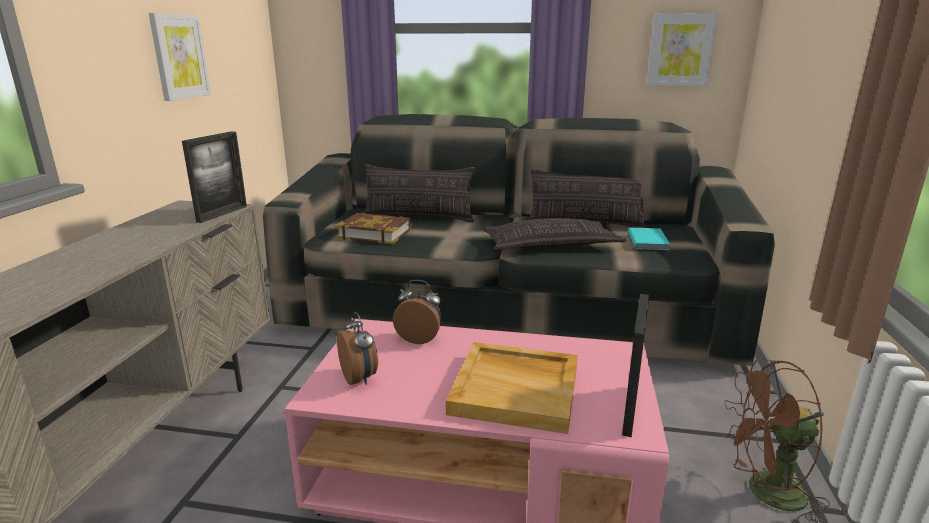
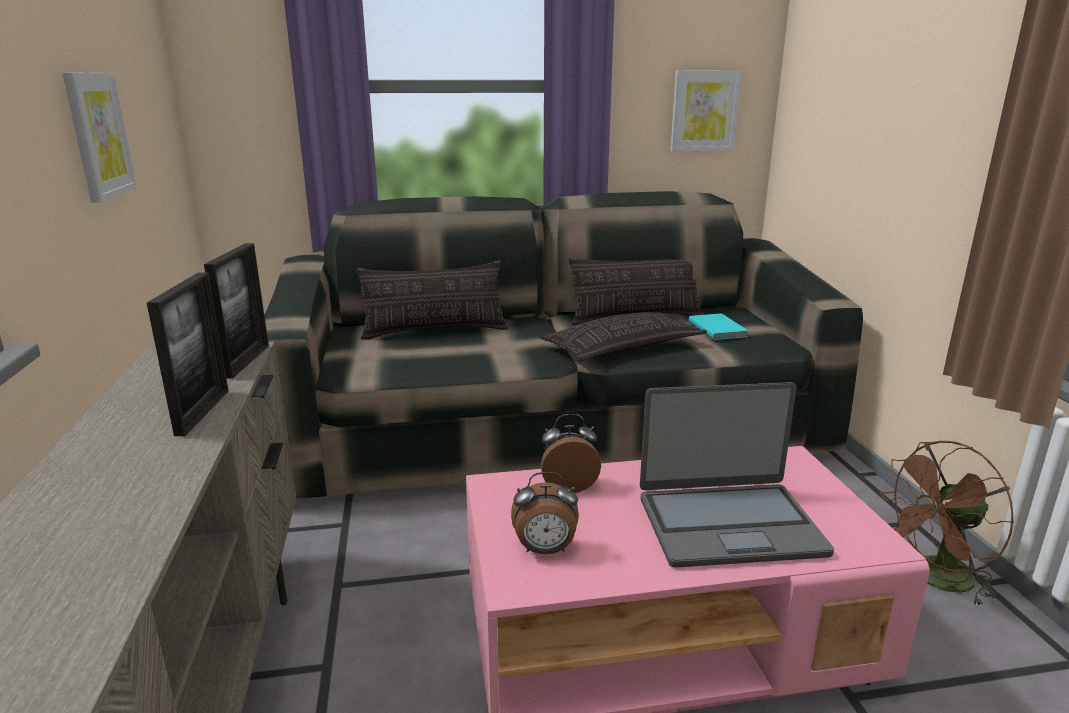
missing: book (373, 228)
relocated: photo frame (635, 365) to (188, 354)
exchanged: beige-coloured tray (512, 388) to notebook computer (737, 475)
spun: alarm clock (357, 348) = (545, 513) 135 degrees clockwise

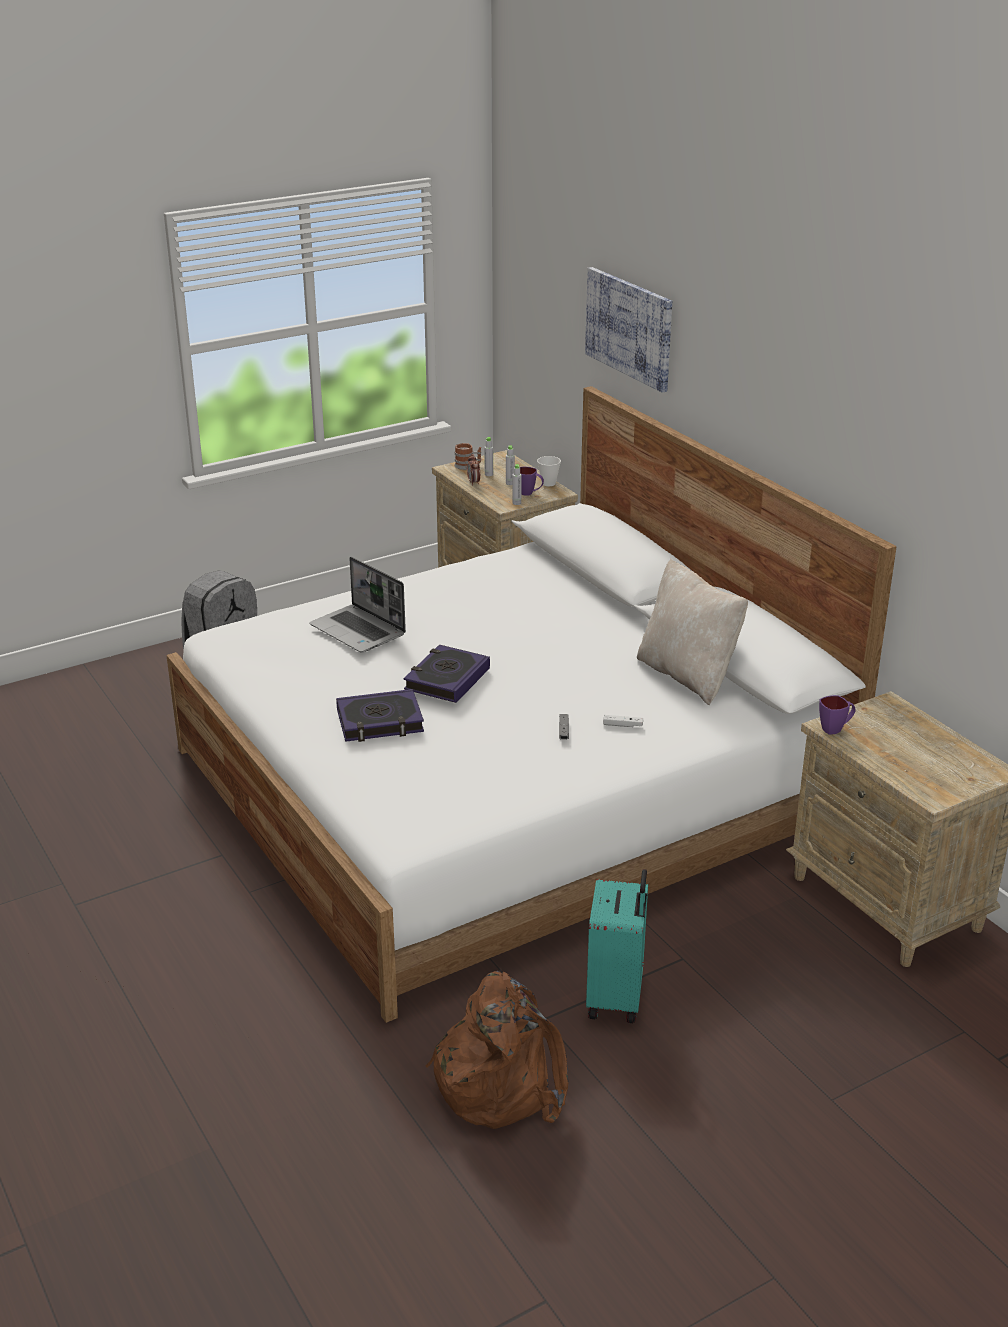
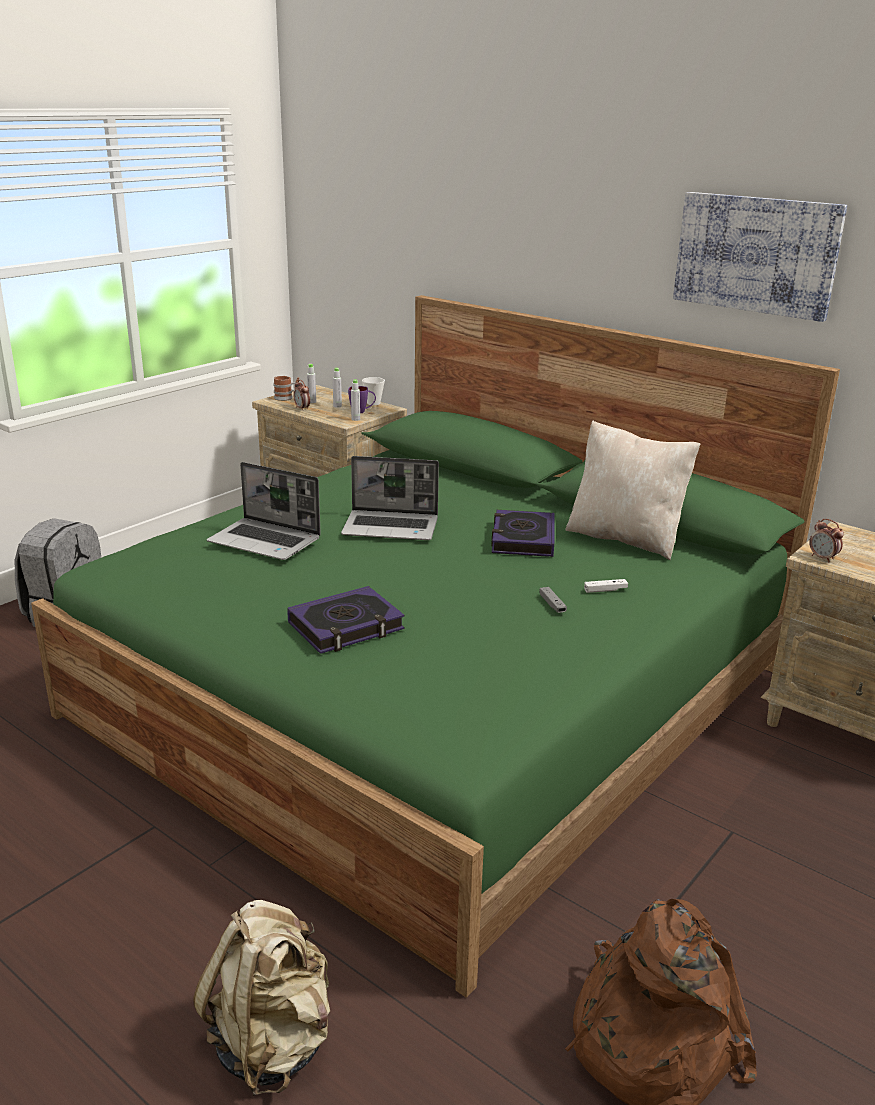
missing: turquoise-coloured travel case (617, 946)
appeared: beige-coloured knapsack (261, 998); notebook computer (390, 498)
relocated: book (447, 674) to (523, 533); wall art (628, 330) to (760, 257)
exchanged: purplish coffee mug (837, 715) to alarm clock (826, 540)
colour: white sleeping bed (531, 704) to green-coloured sleeping bed (435, 646)

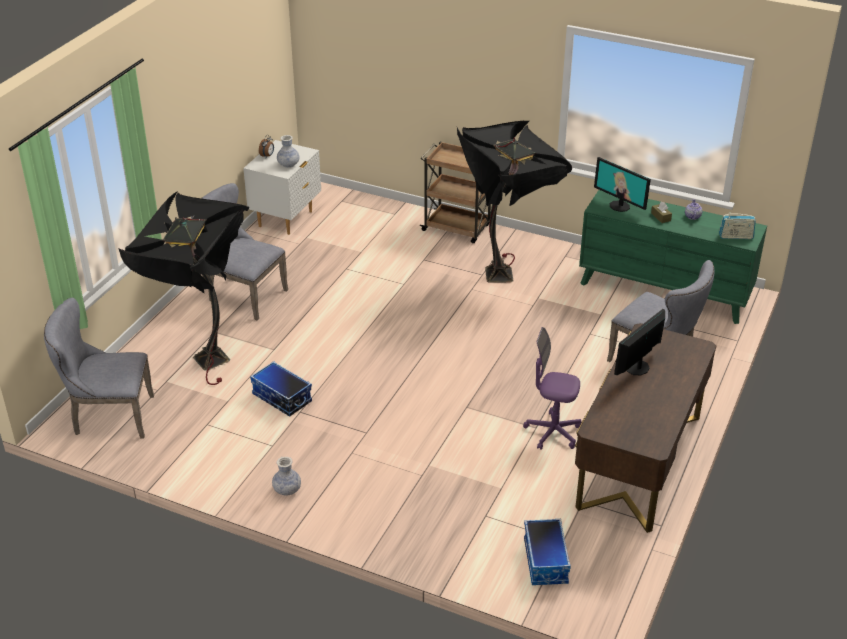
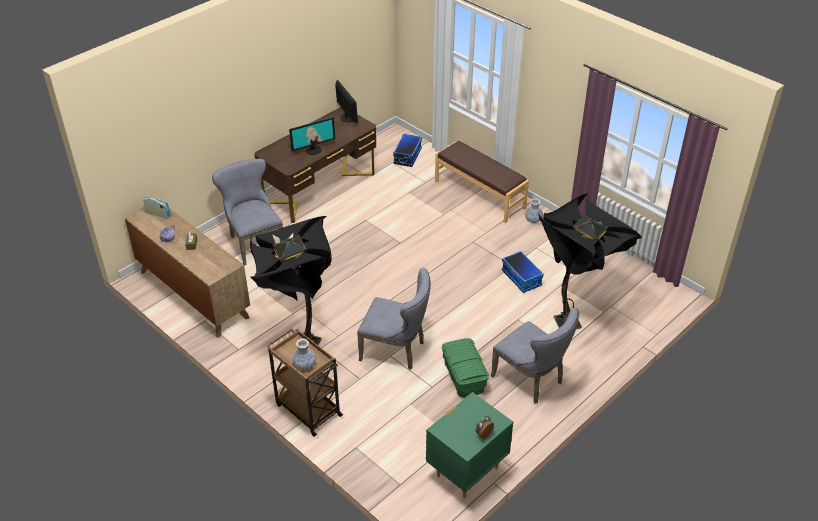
missing: purplish desk chair (552, 388)
appeared: brown bench (482, 182); green-coloured storage container (465, 367)
relocated: decorative vase (288, 151) to (304, 354); monitor (622, 184) to (346, 101); grey chair (99, 368) to (394, 319)
colour: green-coloured drawer chest (673, 257) to brown drawer chest (187, 273); white nightstand (282, 187) to green-coloured nightstand (469, 445)

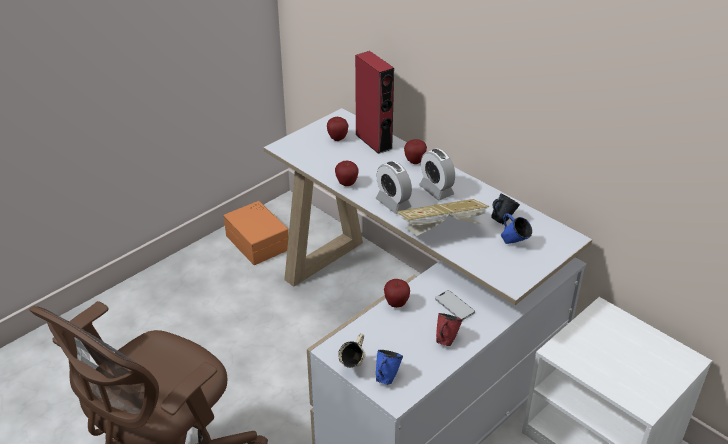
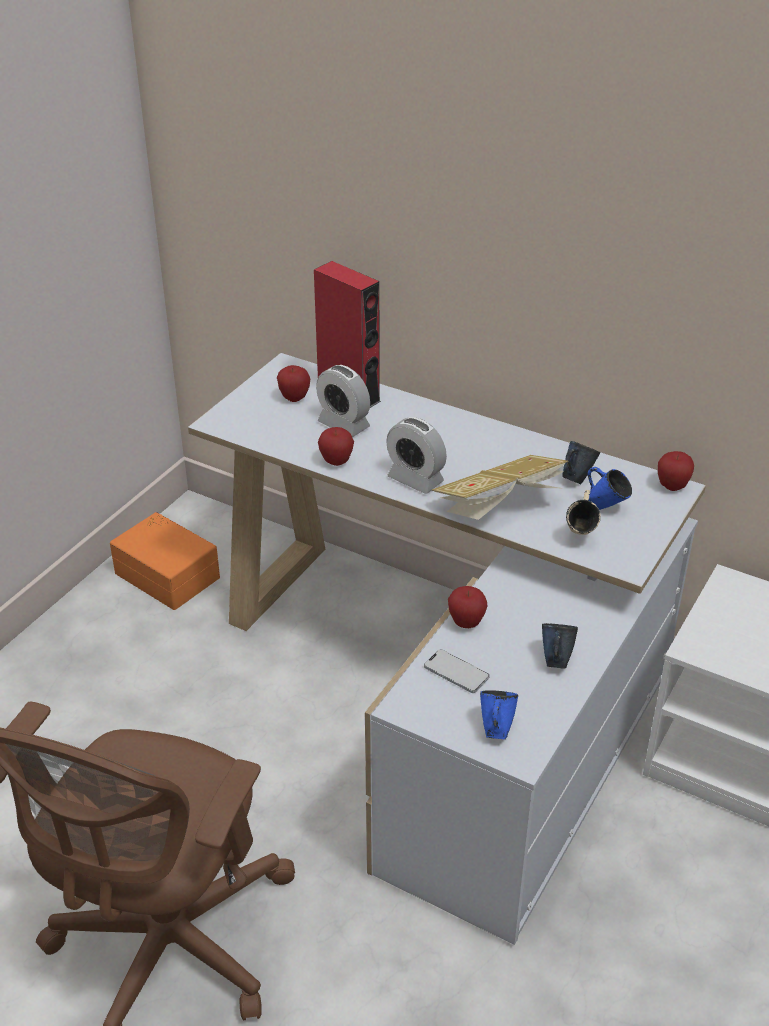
relocated: alarm clock (437, 174) to (343, 401); phone (455, 305) to (457, 671); beige-coloured coffee mug (352, 351) to (583, 512); apple (415, 151) to (676, 471)
colour: reddish coffee mug (449, 329) to bluish coffee mug (560, 646)

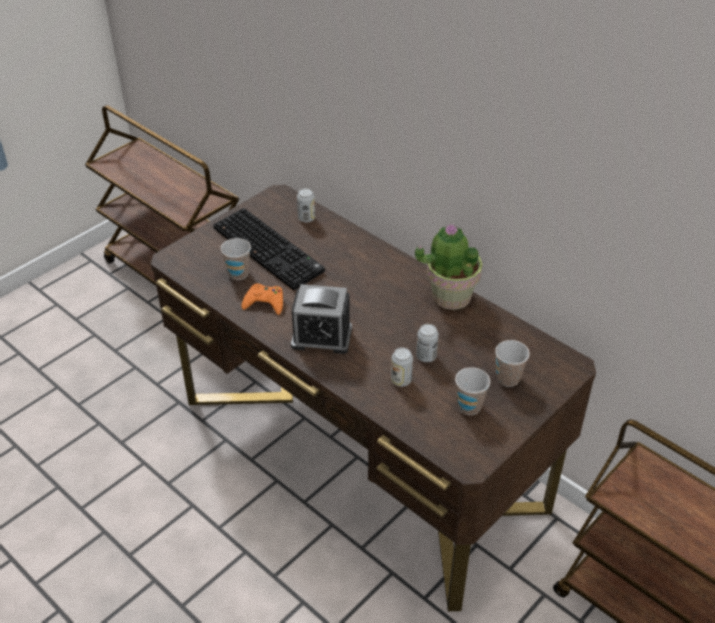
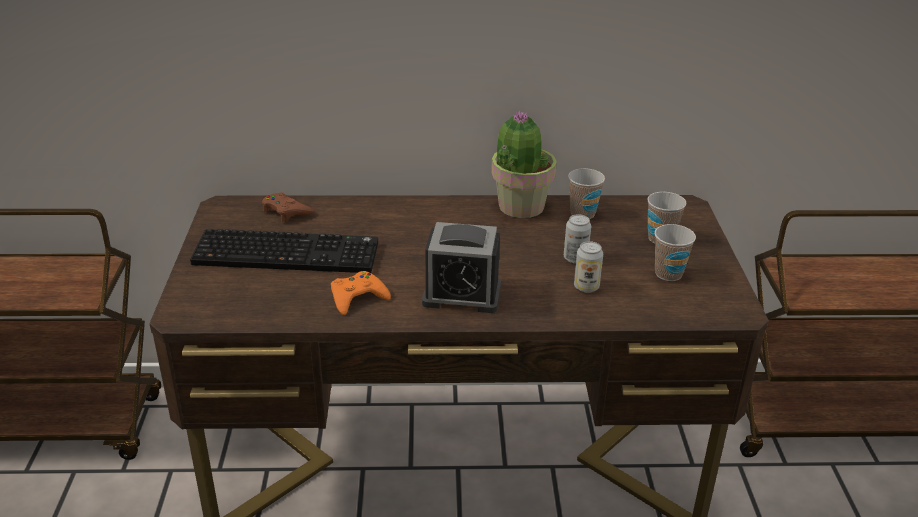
relocated: small cup (236, 259) to (586, 193)
exchanged: metal can (306, 205) to brown gamepad (288, 207)
spun: alarm clock (321, 319) = (461, 267) 45 degrees clockwise

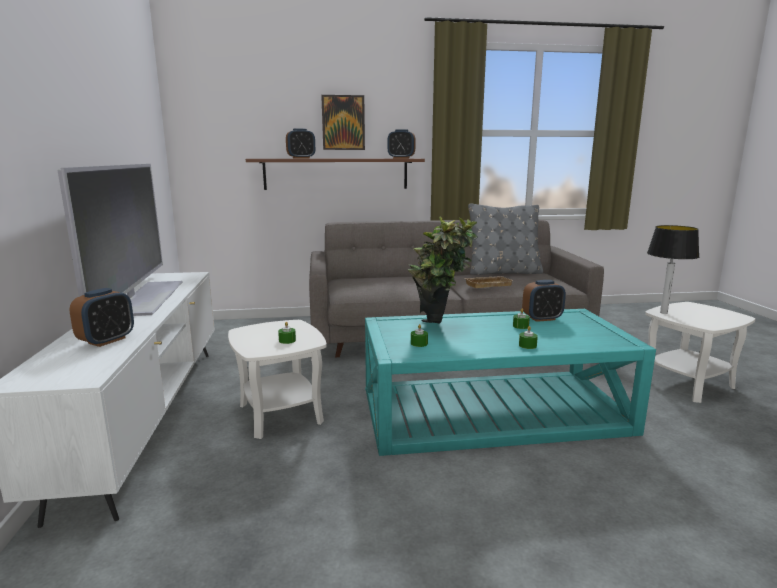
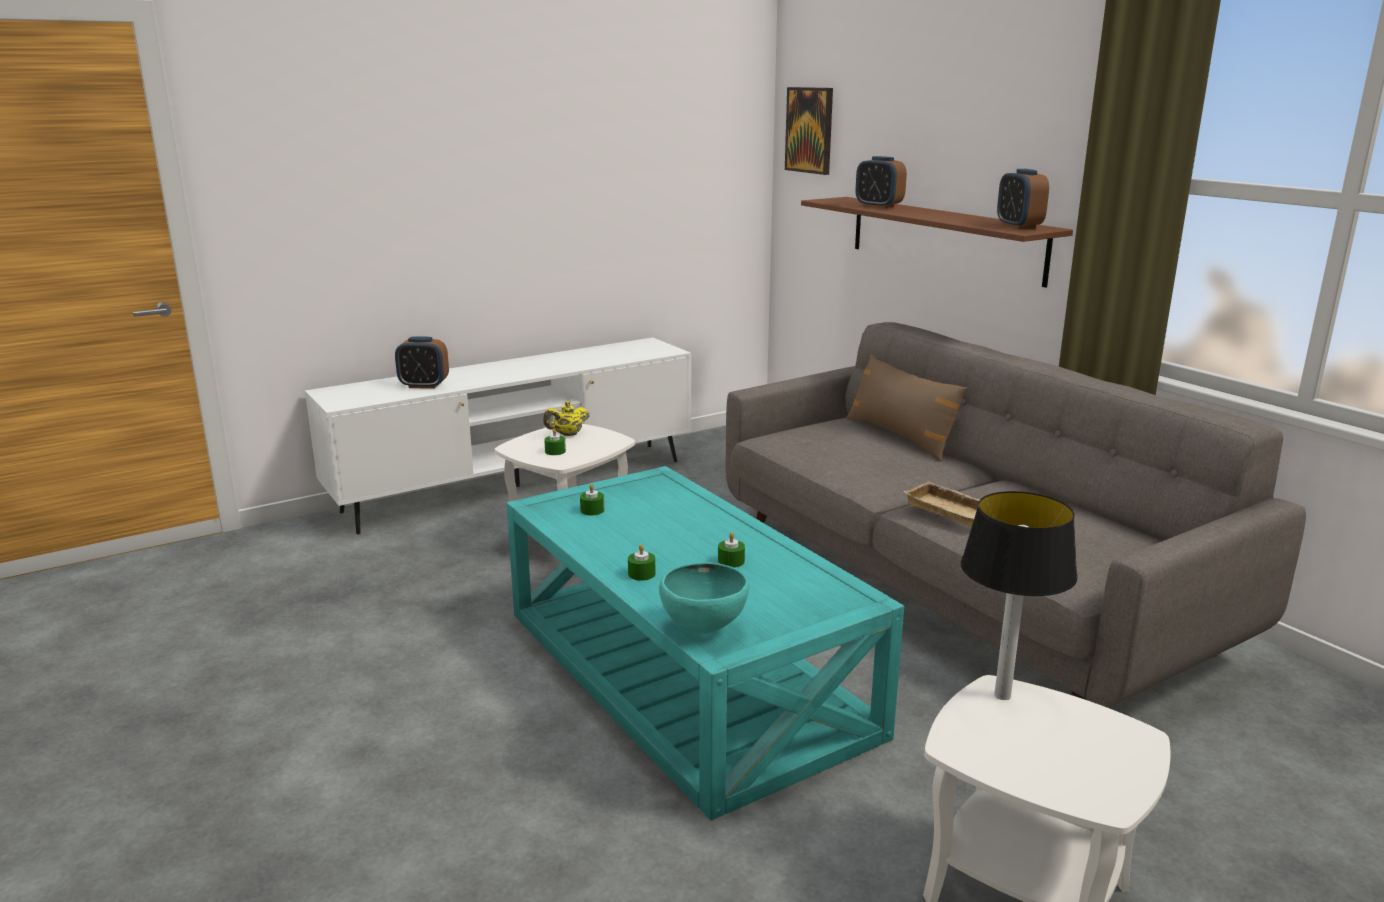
missing: television (120, 240); potted plant (443, 270); grey throw pillow (505, 239); alarm clock (544, 301)
appeared: yellow-coloured pot for tea (566, 418); turquoise-coloured serving bowl (704, 598); brown throw pillow (907, 408)
relocated: wall art (343, 122) to (809, 131)

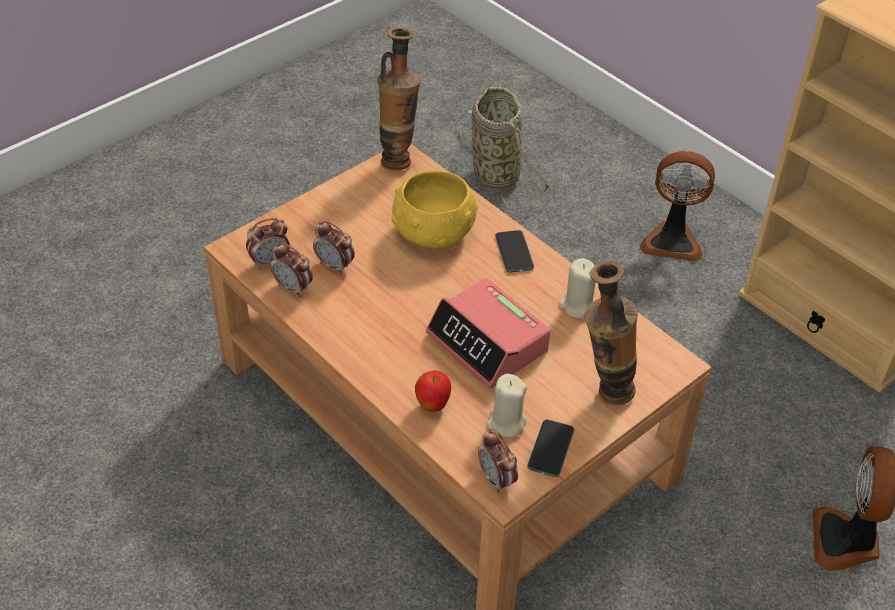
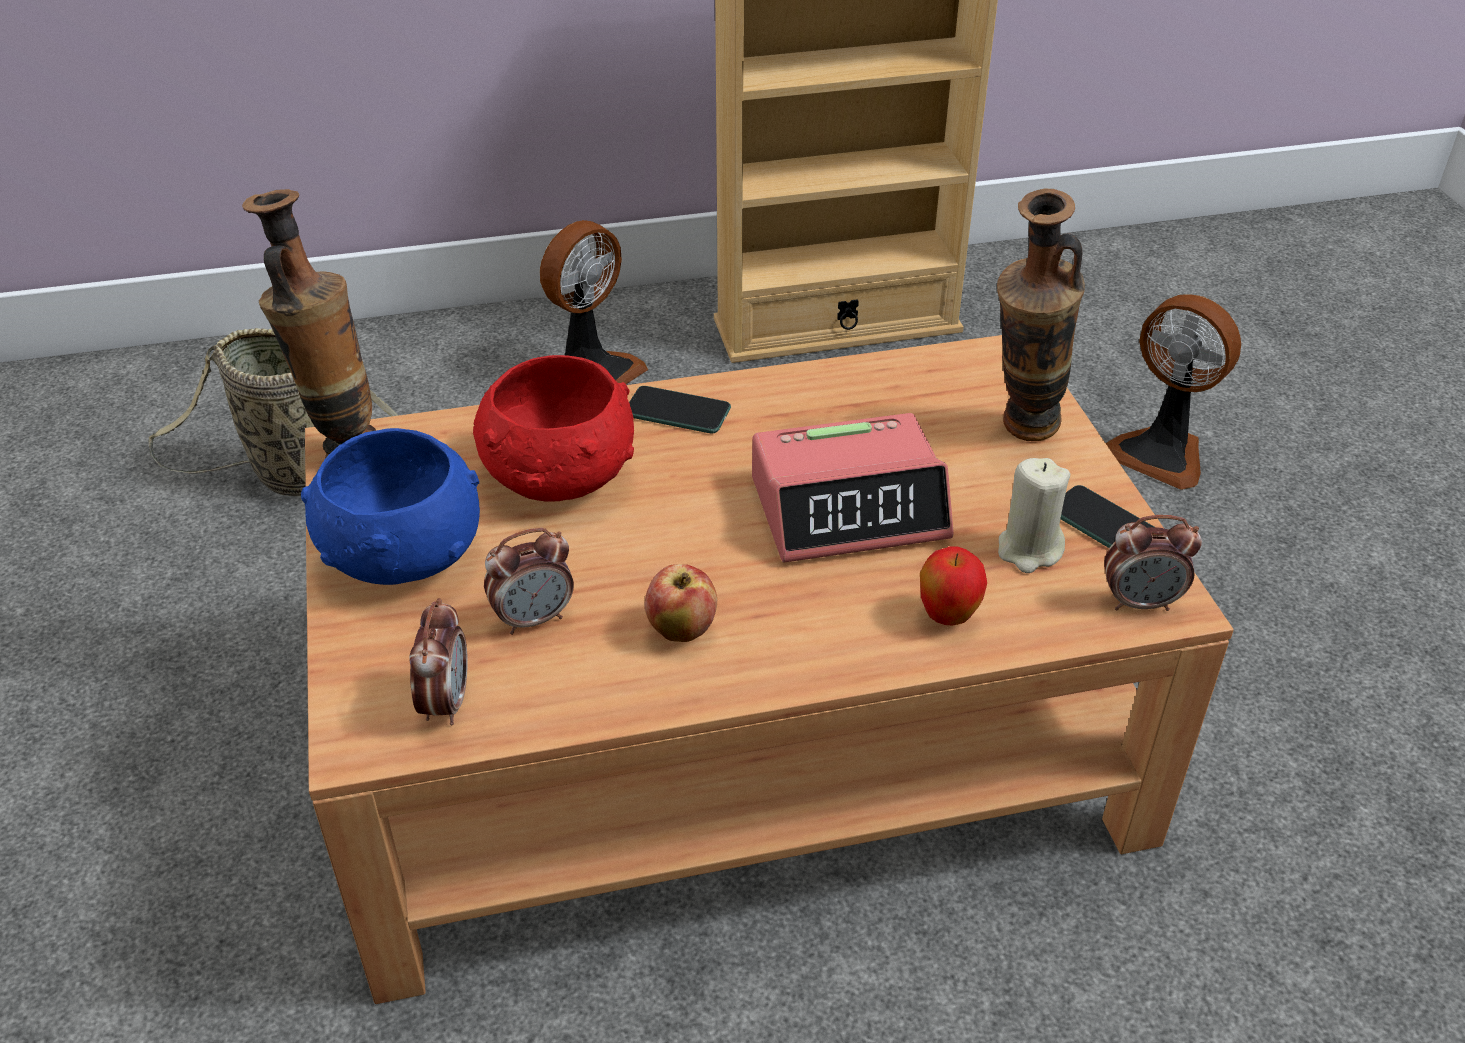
missing: alarm clock (291, 270); beige-coloured wax light (577, 288)
appeared: bluish serving bowl (390, 506); apple (681, 603)
colour: yellow-coloured serving bowl (434, 209) to reddish serving bowl (553, 428)

